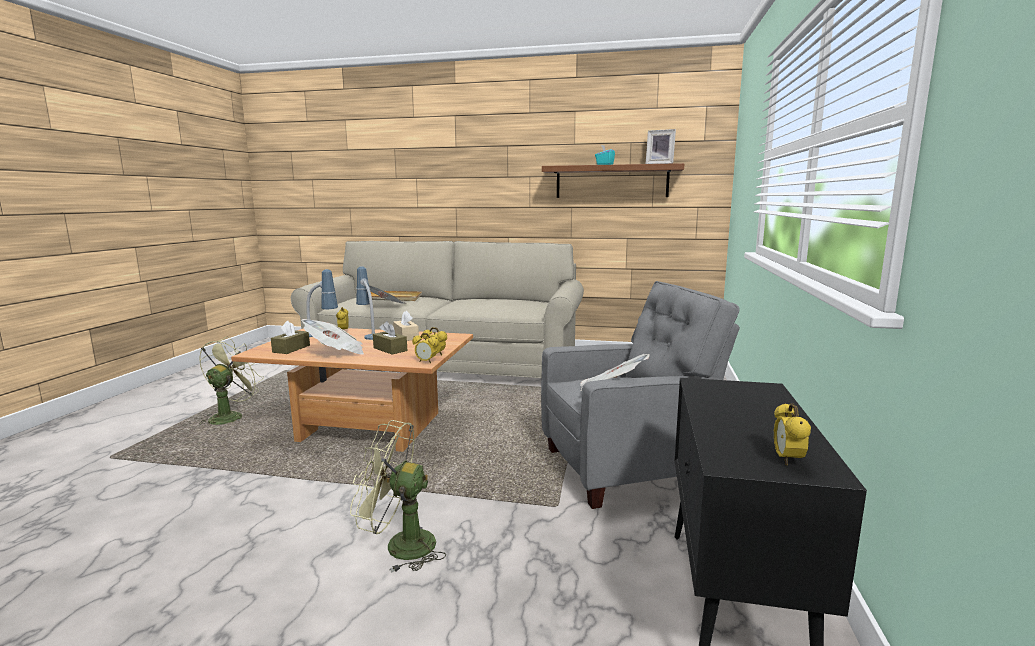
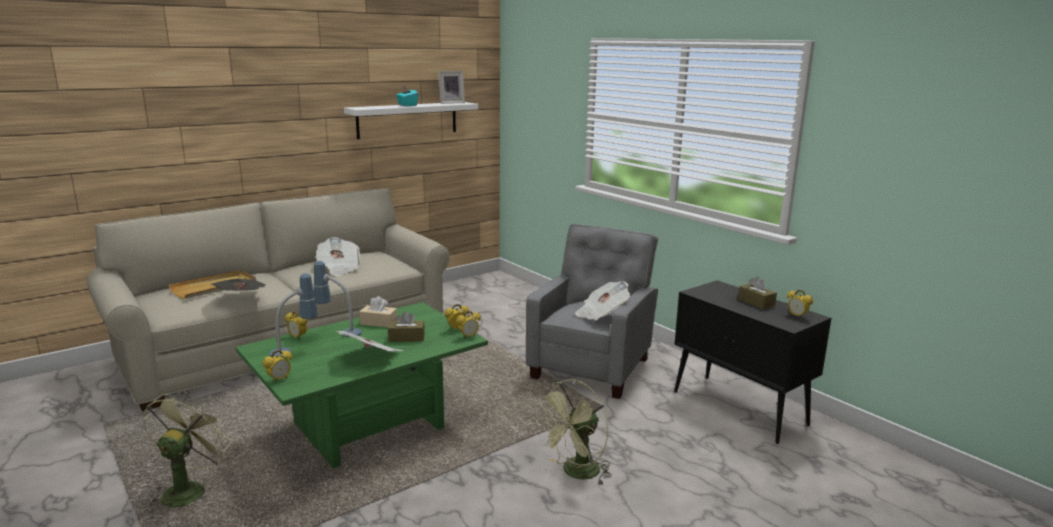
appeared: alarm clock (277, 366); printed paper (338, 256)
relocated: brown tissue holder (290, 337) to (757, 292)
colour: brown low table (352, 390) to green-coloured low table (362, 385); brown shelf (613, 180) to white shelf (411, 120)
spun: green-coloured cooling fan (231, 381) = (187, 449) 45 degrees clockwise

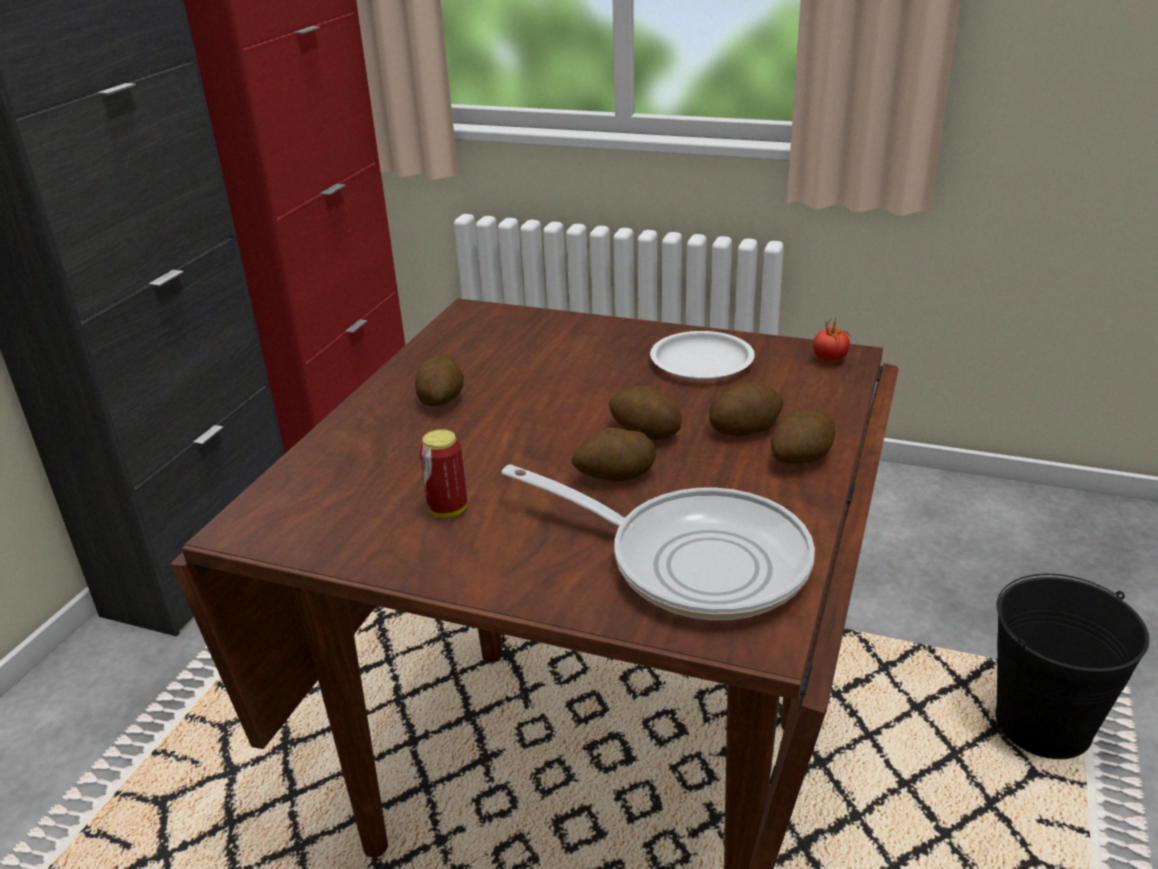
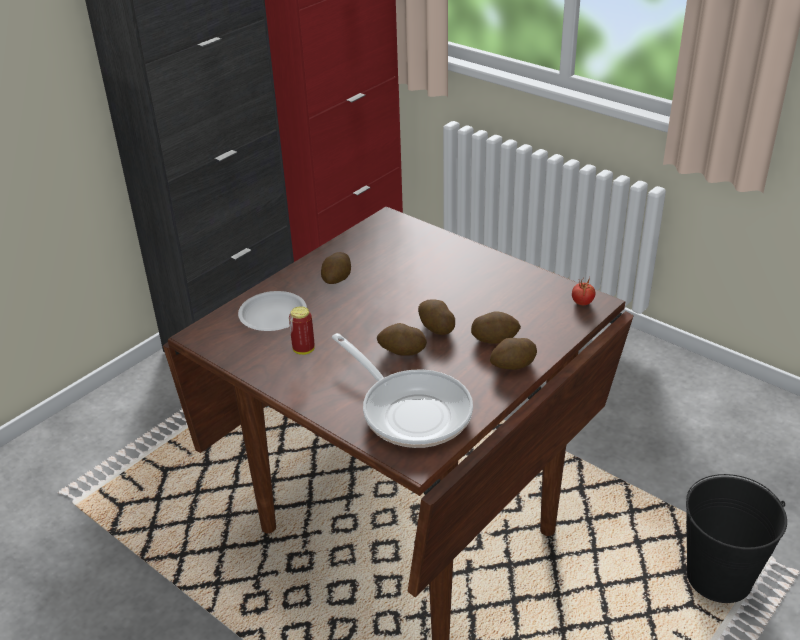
relocated: white plate (702, 355) to (272, 311)

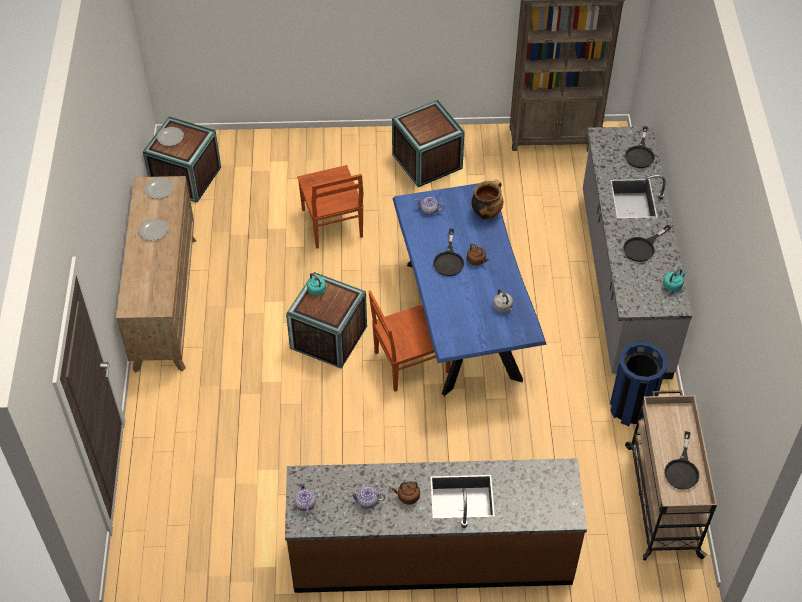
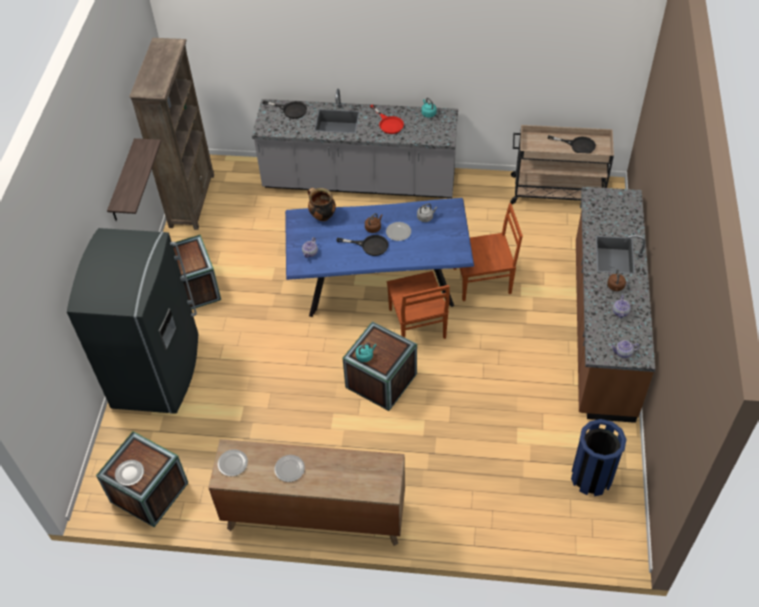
appeared: grey fridge (132, 321); shelf (134, 179); plate (398, 231)
relocated: brown chair (330, 207) to (488, 252); bluish trash can (639, 383) to (599, 457)
colour: black-coloured pan (647, 243) to reddish pan (387, 119)

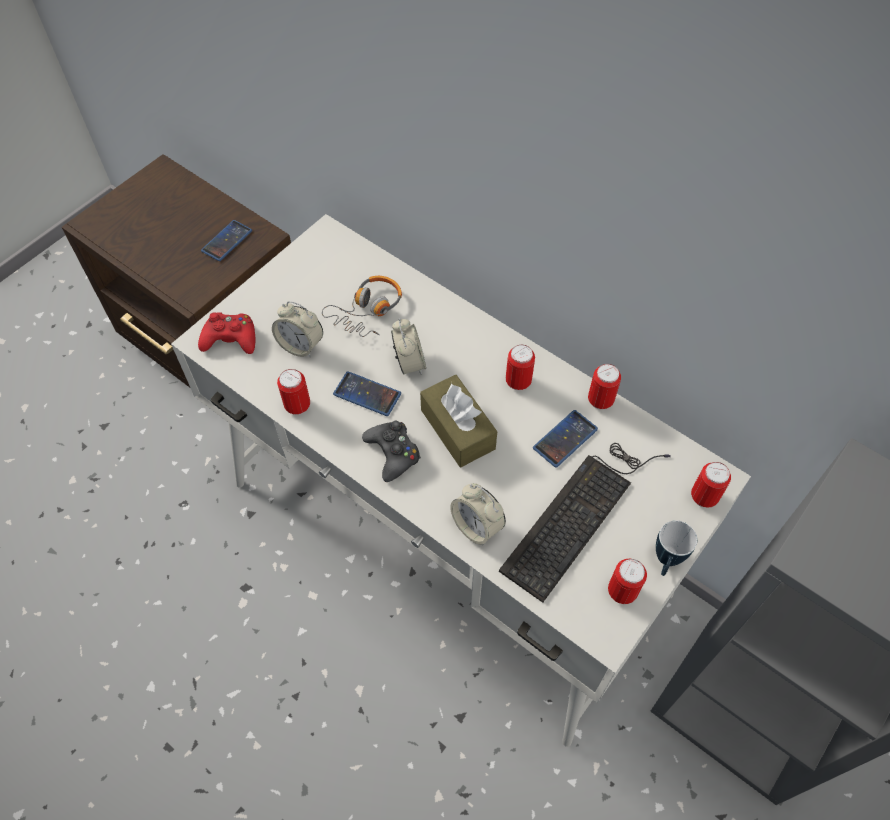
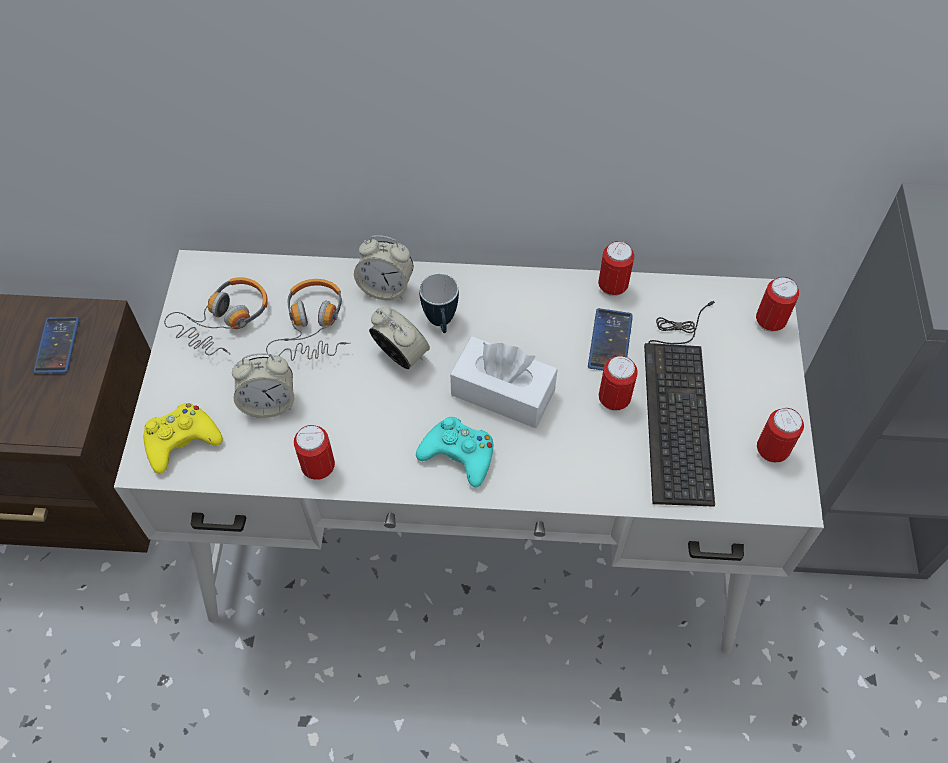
missing: phone (367, 394)
appeared: headset (216, 316)
relocated: alarm clock (478, 514) to (384, 267); coffee mug (676, 548) to (439, 303); metal can (520, 368) to (618, 383)
colour: reddish gamepad (226, 333) to yellow-coloured gamepad (183, 438); black-coloured gamepad (391, 451) to turquoise-coloured gamepad (454, 452); brown tissue holder (458, 421) to white tissue holder (504, 382)

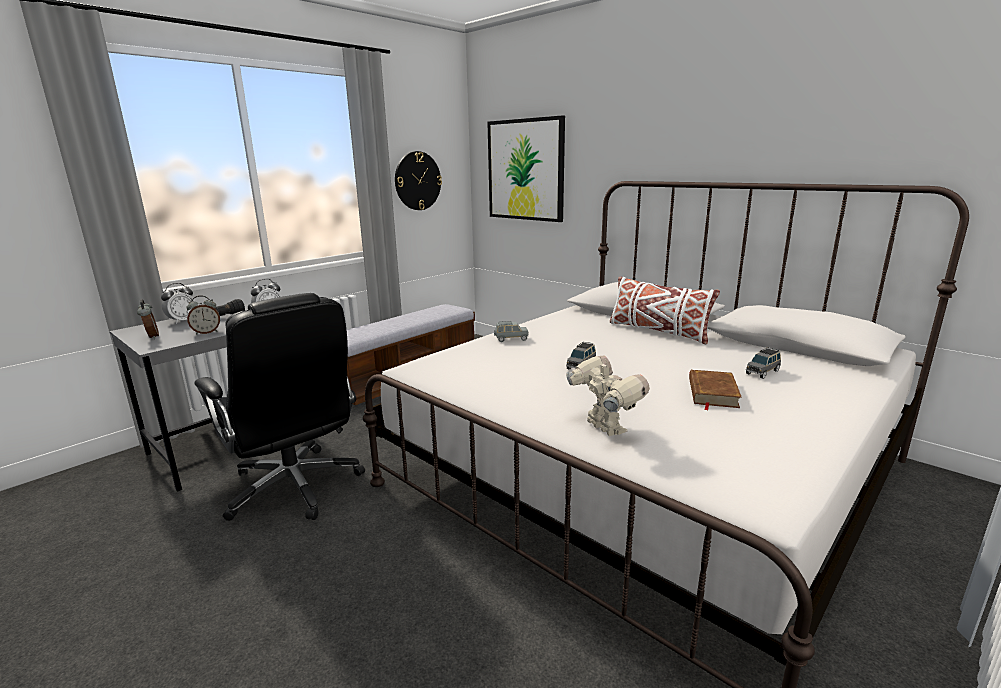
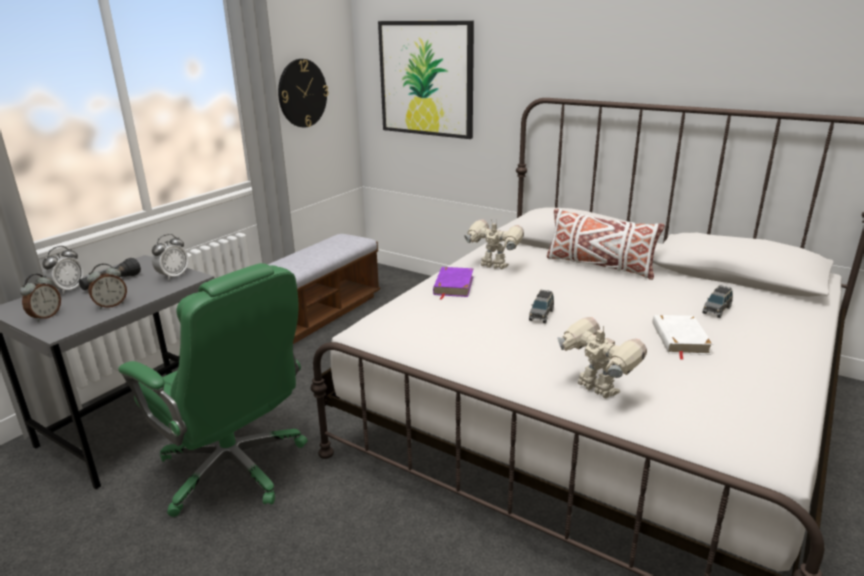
appeared: model robot (494, 244)
exchanged: grey miniature car (511, 331) to purplish book (453, 283)
colour: black-coloured desk chair (279, 407) to green-coloured desk chair (213, 390); brown book (715, 390) to white book (683, 337)
spun: alarm clock (148, 319) = (40, 298) 60 degrees clockwise

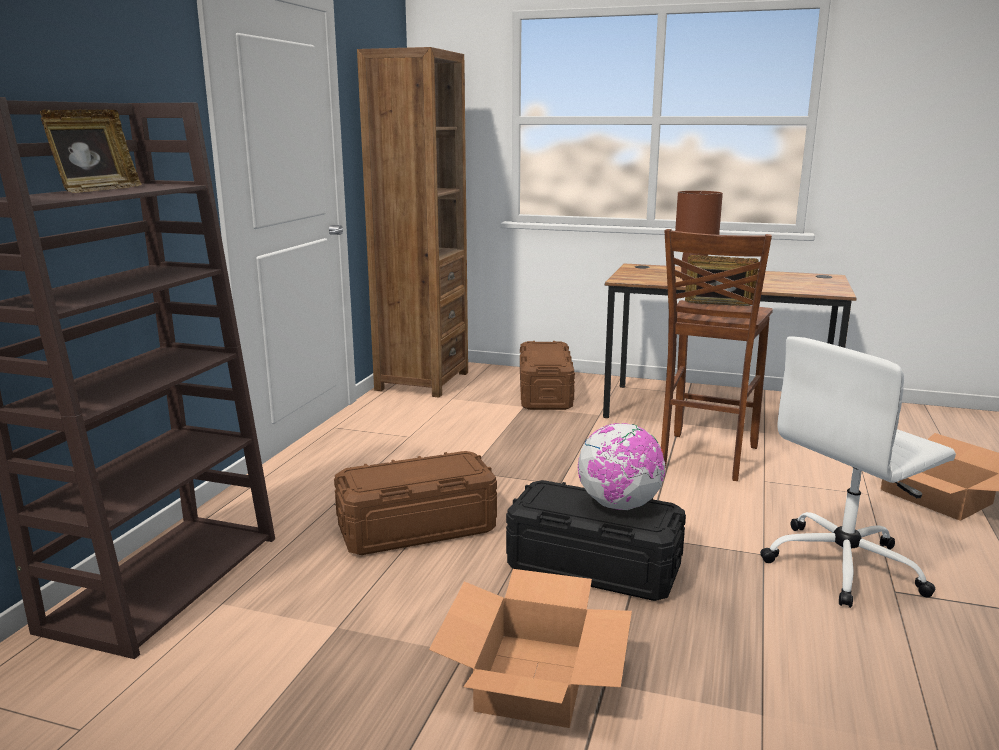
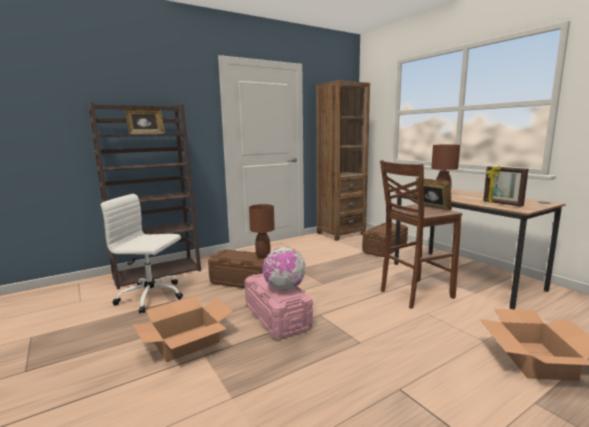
appeared: brown tabletop lamp (262, 231); photo frame (505, 186)
relocated: white desk chair (858, 472) to (142, 254)
colour: black-coloured storage container (596, 540) to pink storage container (279, 306)

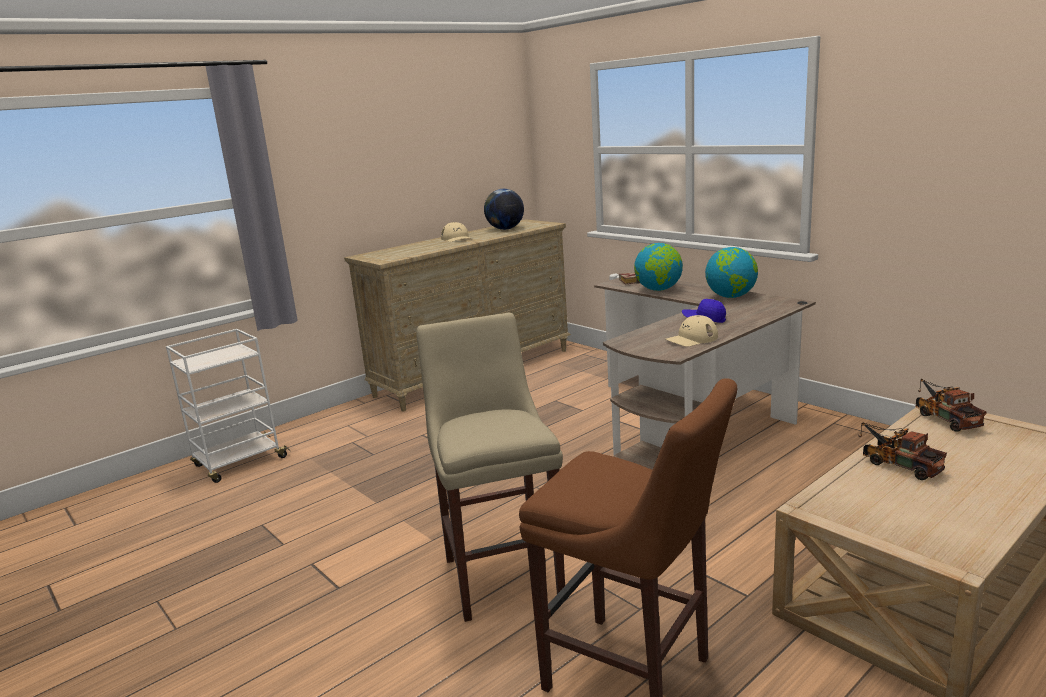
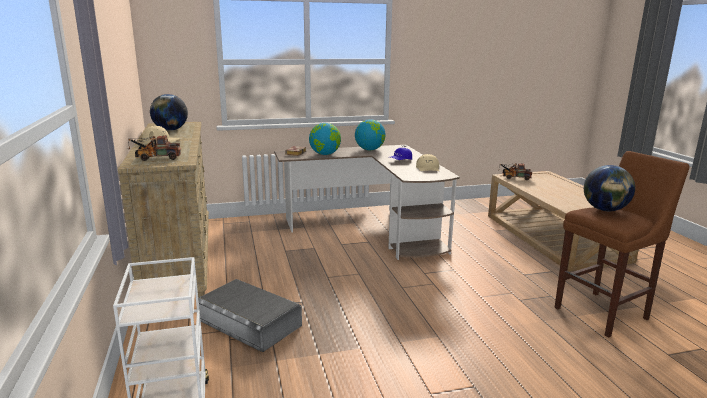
missing: beige-coloured sitting stool (490, 467)
appeared: grey storage container (250, 315); world globe (609, 188)
relocated: model truck (903, 451) to (154, 148)

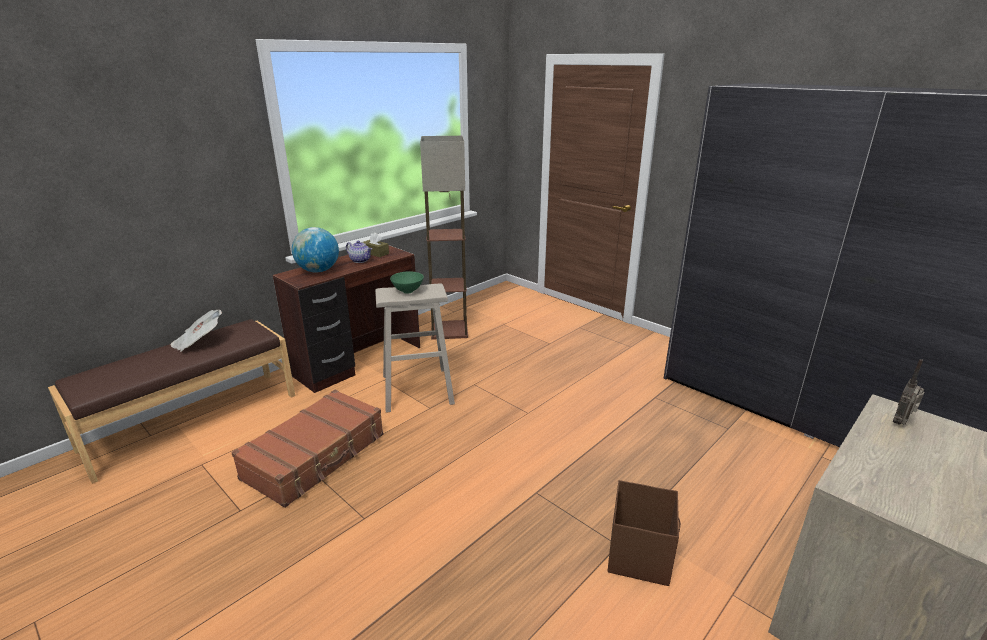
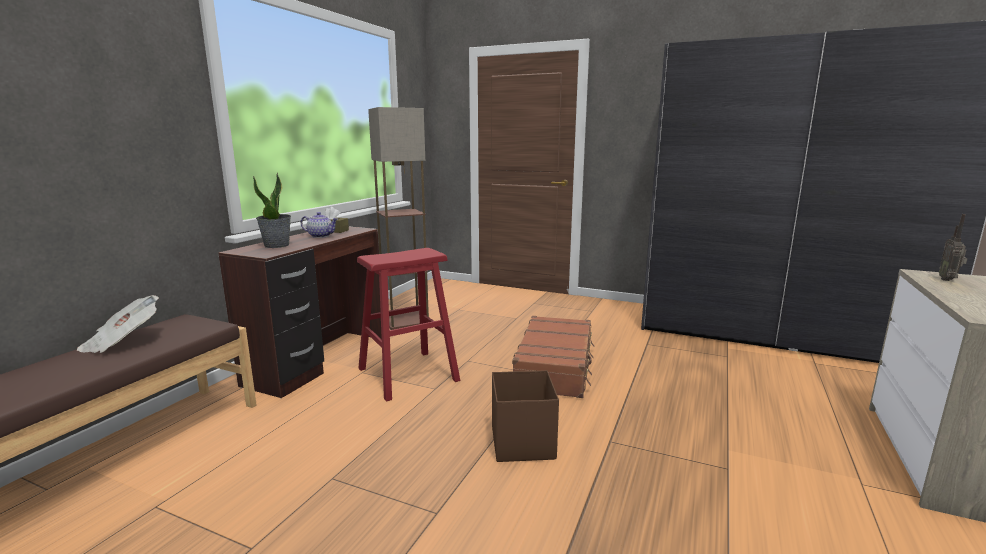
missing: green-coloured serving bowl (407, 283)
relocated: brown storage container (644, 533) to (525, 416); brown travel case (307, 449) to (553, 357)
exchanged: world globe (315, 250) to potted plant (272, 210)
colour: beige-coloured sitting stool (415, 348) to reddish sitting stool (408, 325)

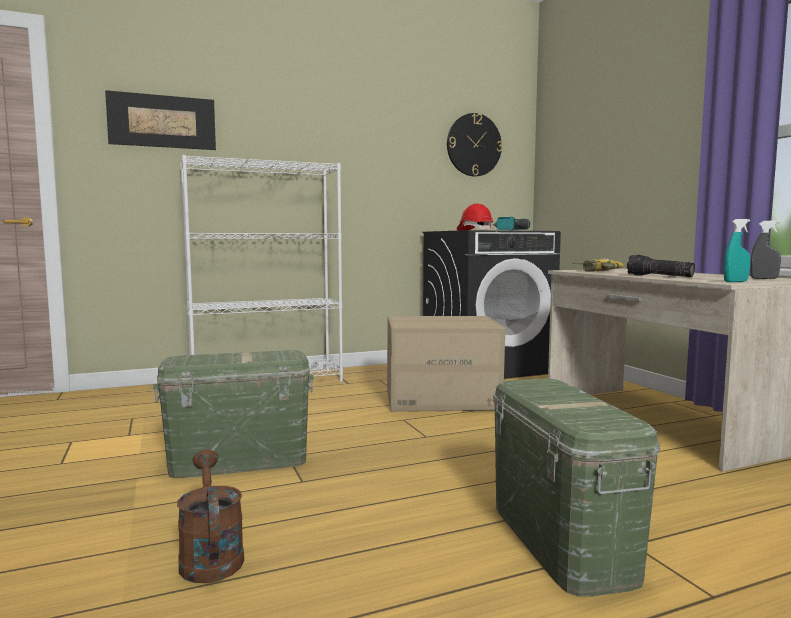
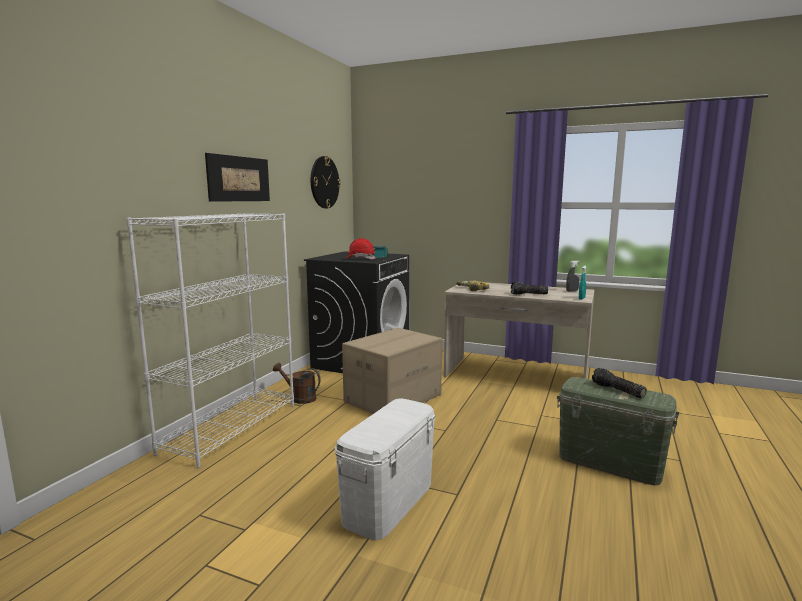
appeared: hand torch (619, 383)
relocated: wall art (160, 120) to (237, 177); brown watering pot (210, 516) to (296, 383)
colour: green-coloured storage container (233, 414) to white storage container (385, 469)

